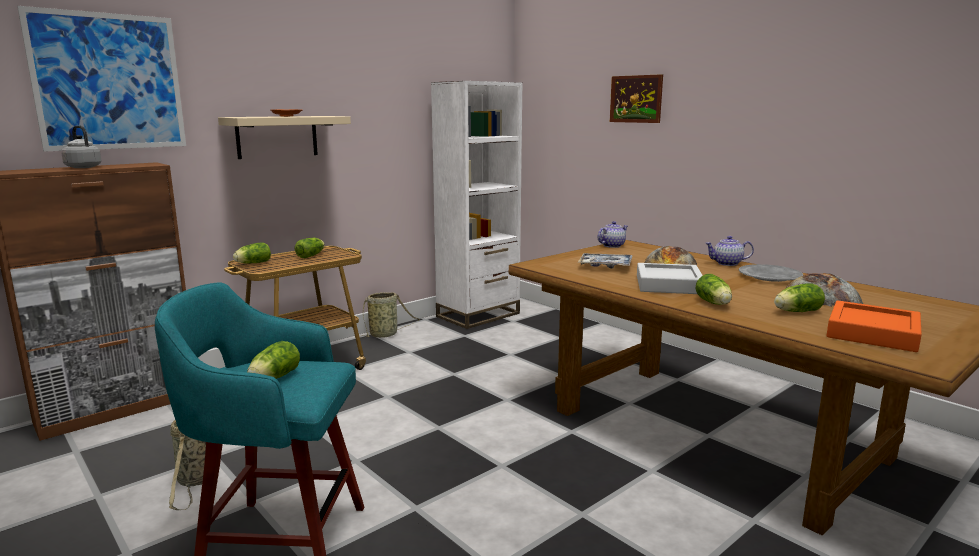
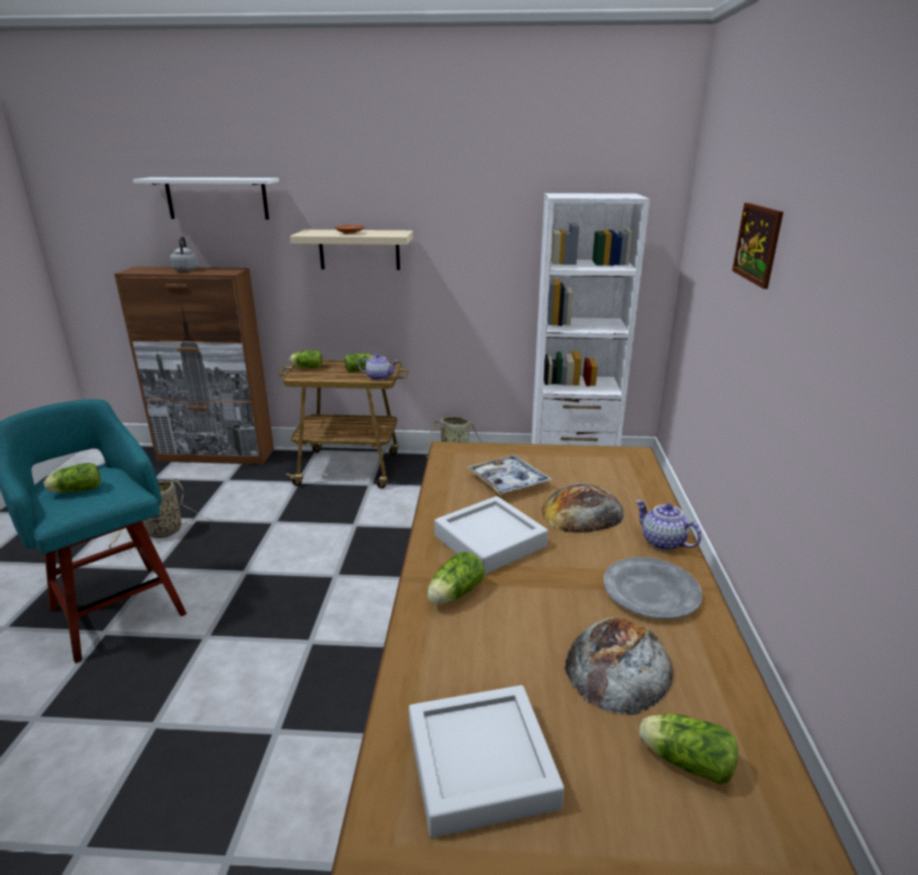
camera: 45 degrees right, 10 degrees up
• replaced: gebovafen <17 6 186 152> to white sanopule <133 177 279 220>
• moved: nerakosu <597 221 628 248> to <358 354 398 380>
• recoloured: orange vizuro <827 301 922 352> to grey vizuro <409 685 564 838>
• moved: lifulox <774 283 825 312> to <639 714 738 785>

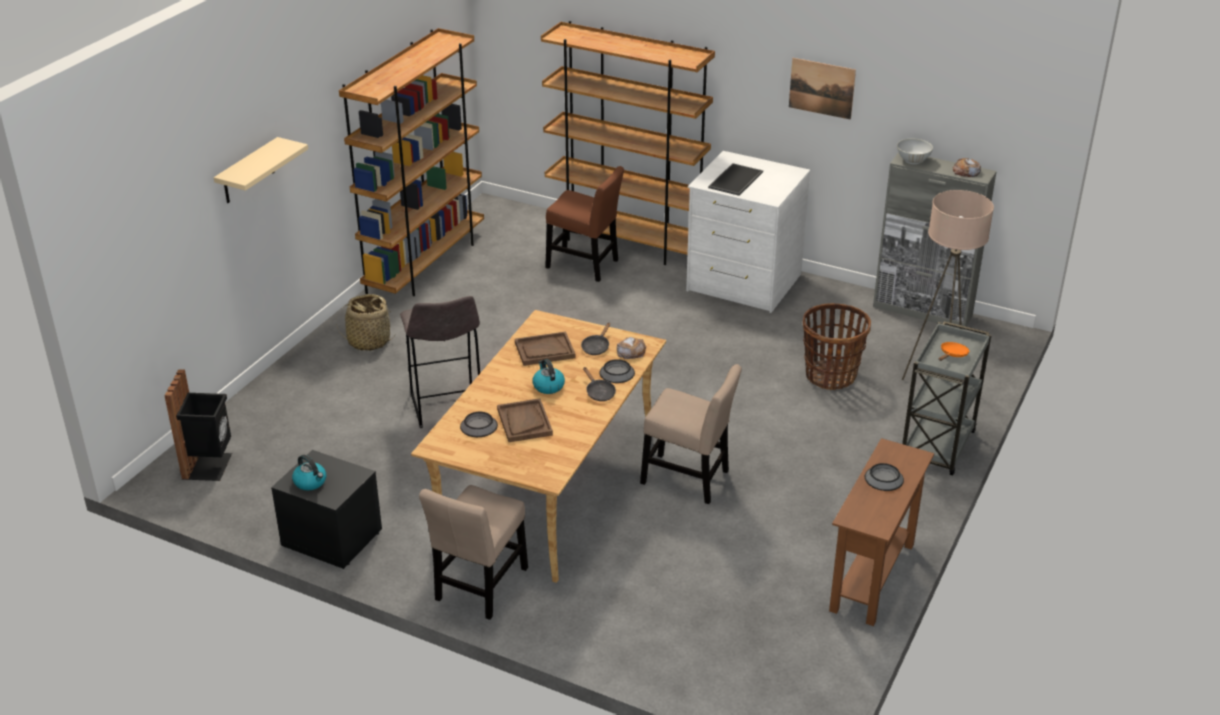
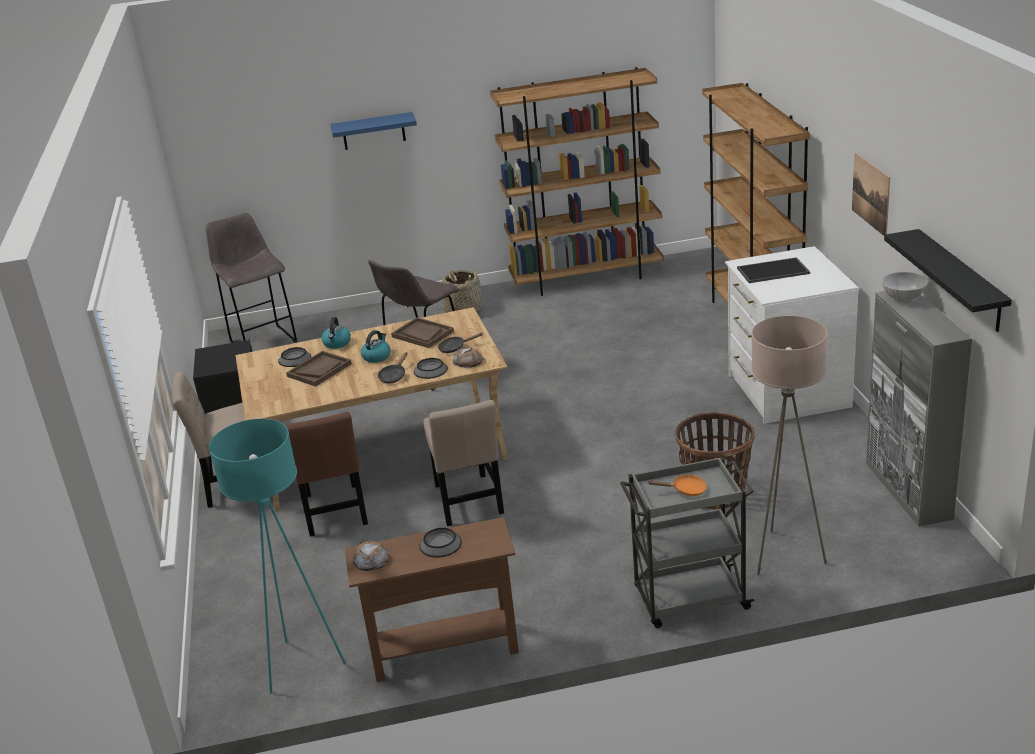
camera: 55 degrees right, 5 degrees down
• replaced: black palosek <164 369 232 481> to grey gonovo <206 213 297 343>
• added: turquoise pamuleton <209 419 346 694>
• moved: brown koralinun <545 166 624 282> to <285 412 368 537>
• moved: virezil <292 455 326 490> to <321 317 351 349>
• recoloured: beige sanopule <214 137 308 203> to blue sanopule <330 112 417 150>
• moved: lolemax <953 158 981 177> to <352 540 389 571>
• added: black sanopule <884 229 1012 332>

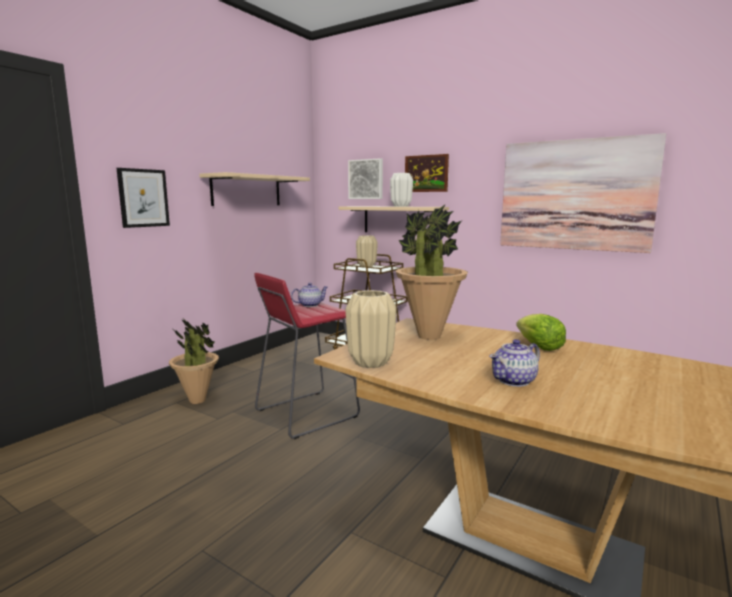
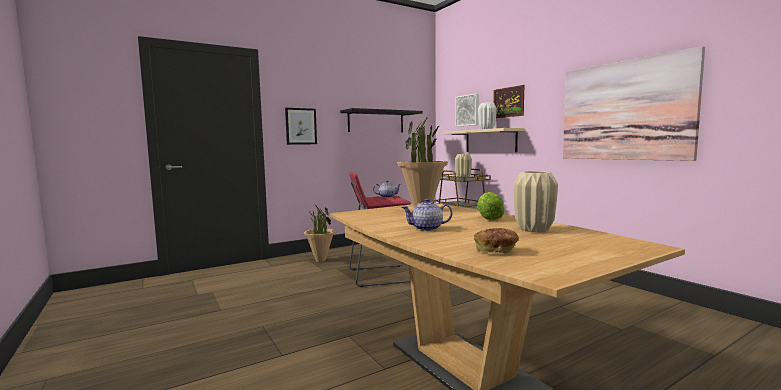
camera: 25 degrees right, 5 degrees down
• recoloured: beige sanopule <199 172 310 206> to black sanopule <340 108 423 132>
• added: lolemax <474 228 519 253>
• moved: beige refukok <345 290 397 368> to <514 171 558 233>

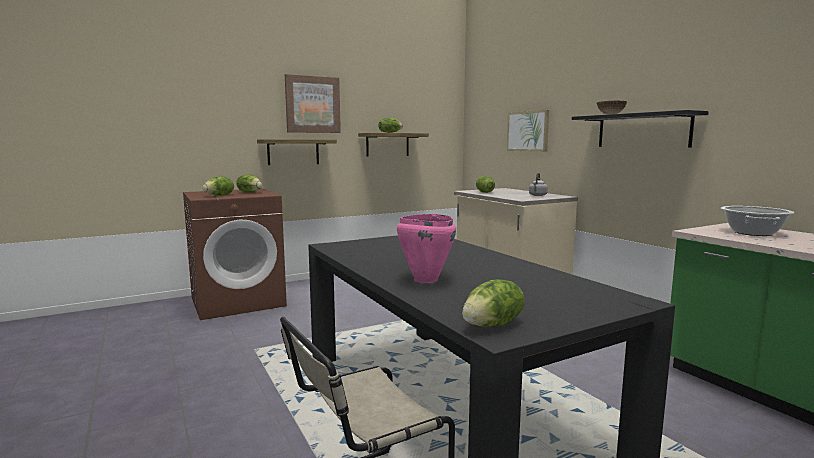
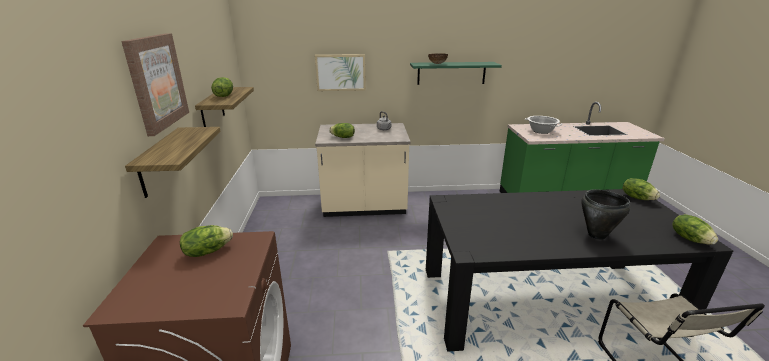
camera: 65 degrees left, 15 degrees up
• recoloured: black sanopule <572 110 709 148> to green sanopule <410 62 502 85>
• recoloured: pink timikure <397 214 456 283> to black timikure <581 189 631 240>
• moved: lifulox <202 176 234 196> to <623 178 660 200>

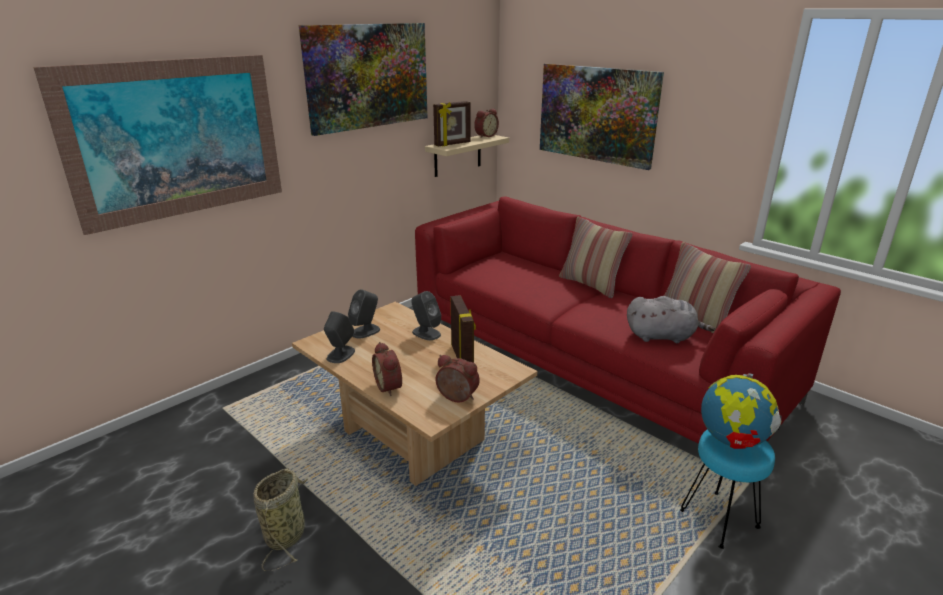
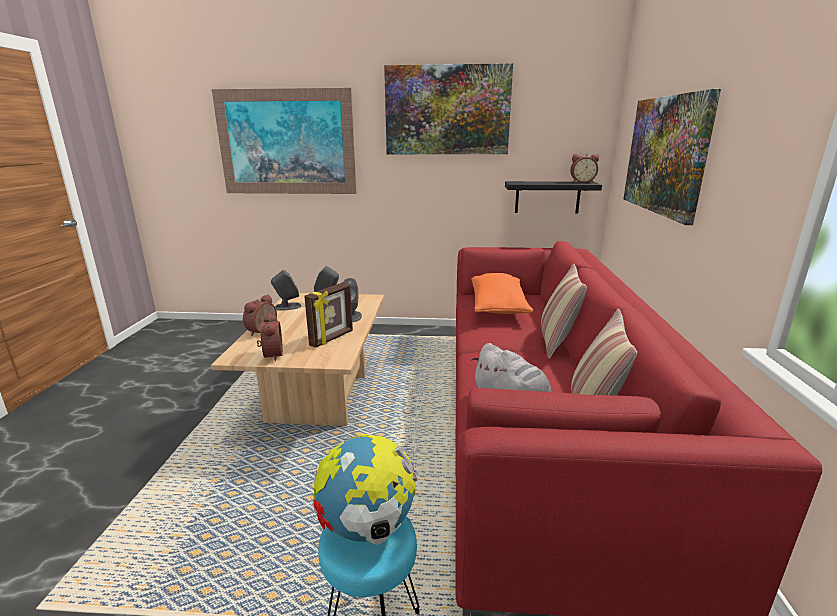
camera: 50 degrees right, 5 degrees down
• added: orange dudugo <472 273 533 314>
• recoloured: beige sanopule <425 135 509 177> to black sanopule <505 181 602 214>
• removed: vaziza <253 468 308 571>
• removed: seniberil <433 101 470 146>

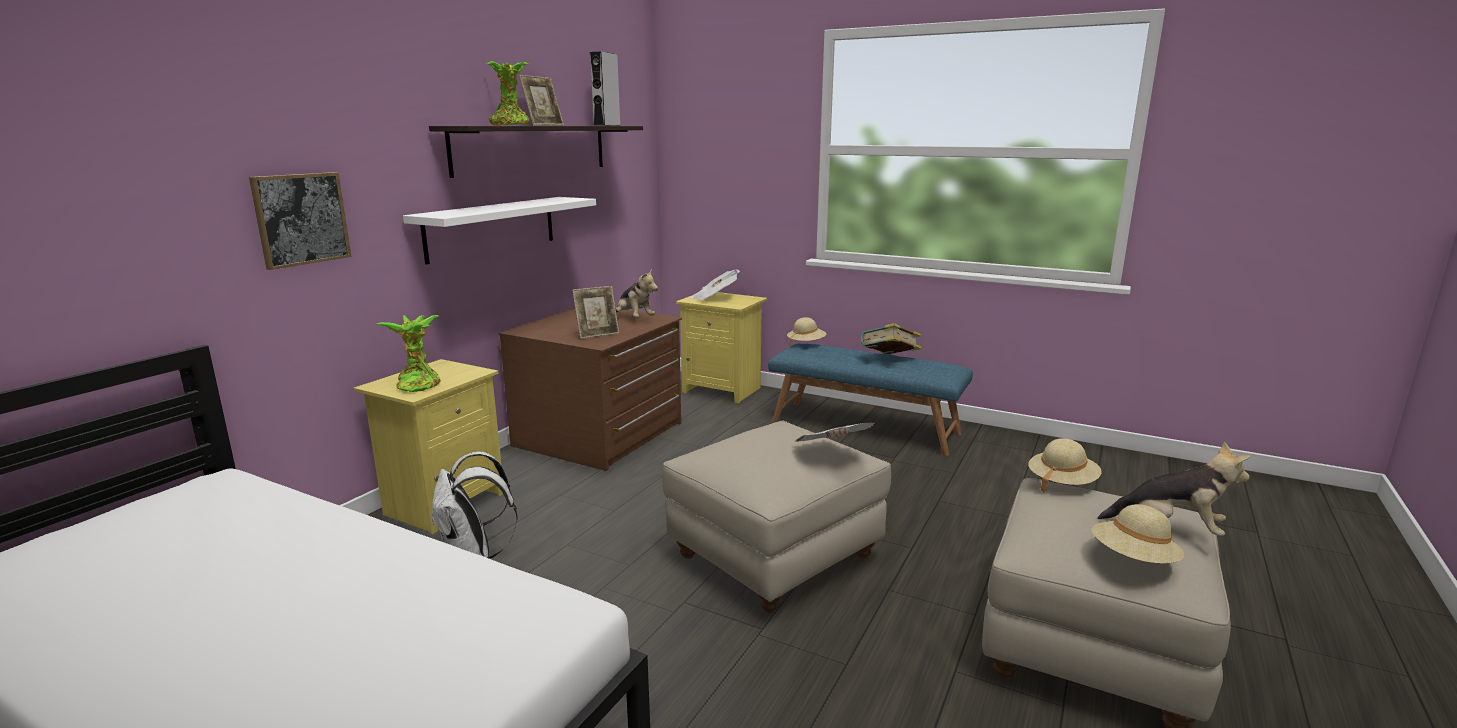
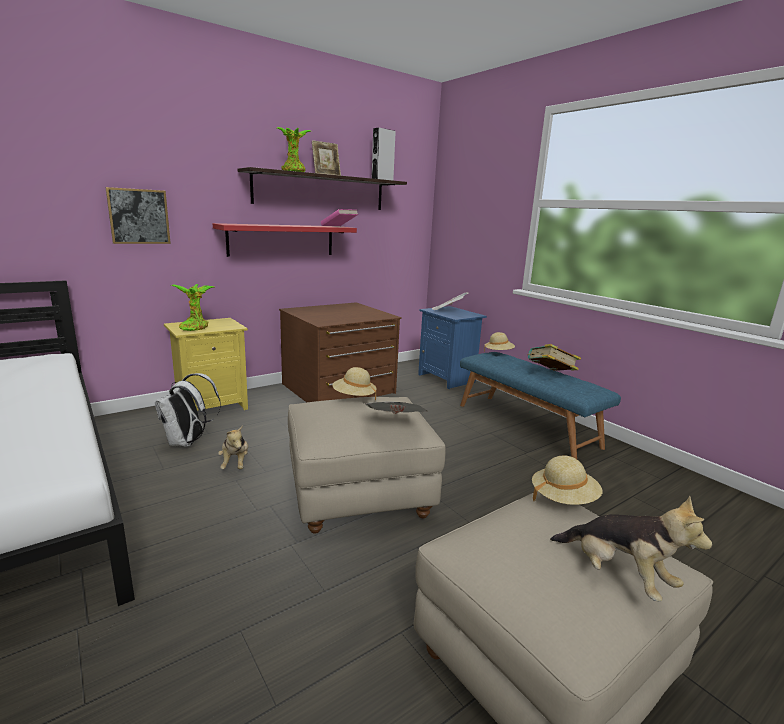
camera: 25 degrees right, 0 degrees up
• recoloured: white sanopule <403 197 596 265> to red sanopule <213 223 357 257>
• moved: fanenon <615 269 658 317> to <218 425 248 469>
• added: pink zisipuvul <321 209 359 226>
• moved: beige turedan <1092 504 1185 564> to <333 367 377 400>
• recoloured: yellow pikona <676 292 767 403> to blue pikona <418 306 487 389>
• removed: seniberil <572 286 619 339>

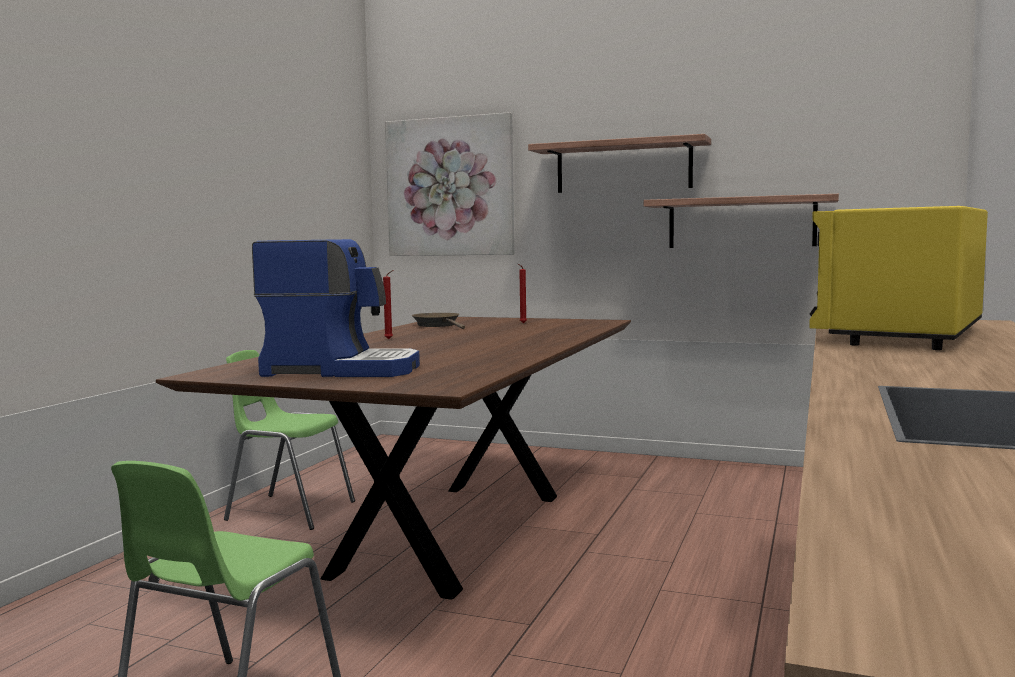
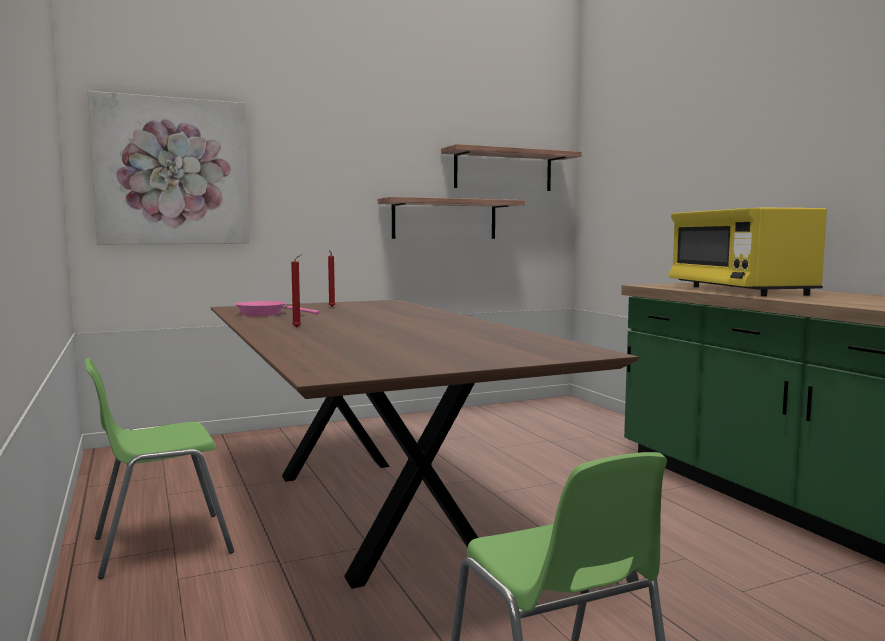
camera: 45 degrees left, 0 degrees up
• recoloured: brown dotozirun <412 313 465 329> to pink dotozirun <235 301 319 316>
• moved: sanopule <528 134 711 193> to <441 144 582 191>
• removed: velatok <252 239 420 377>

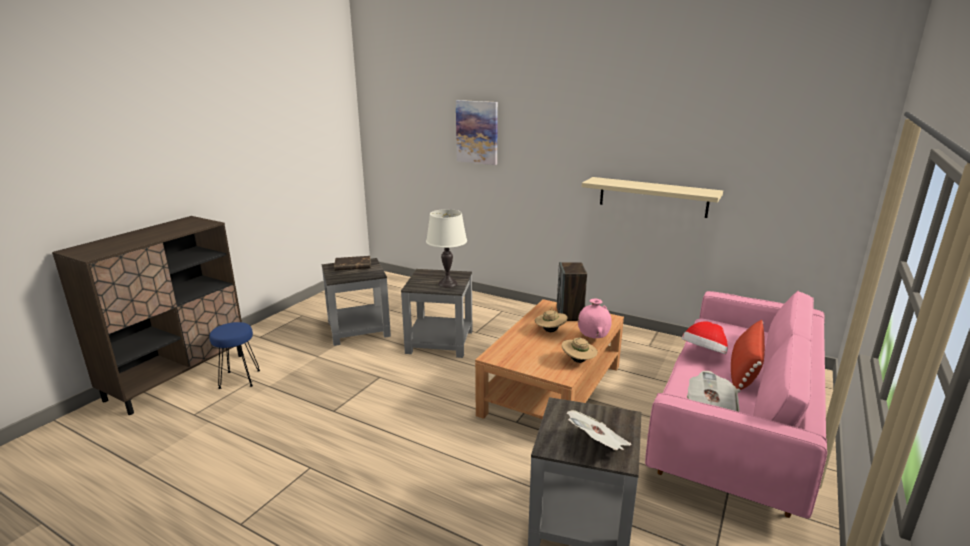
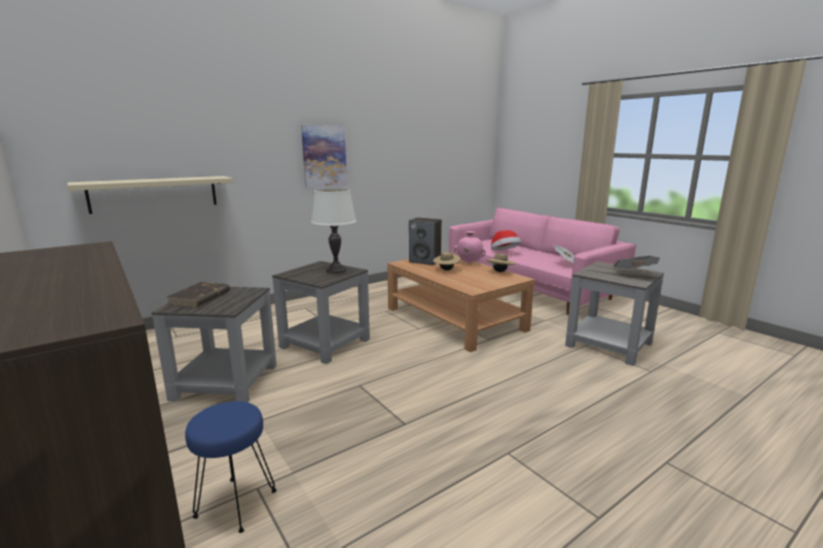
camera: 65 degrees left, 5 degrees down
• moved: beige sanopule <582 177 723 218> to <67 176 233 214>
• moved: gebovafen <456 100 498 165> to <301 125 347 188>
• removed: red dudugo <731 320 765 393>

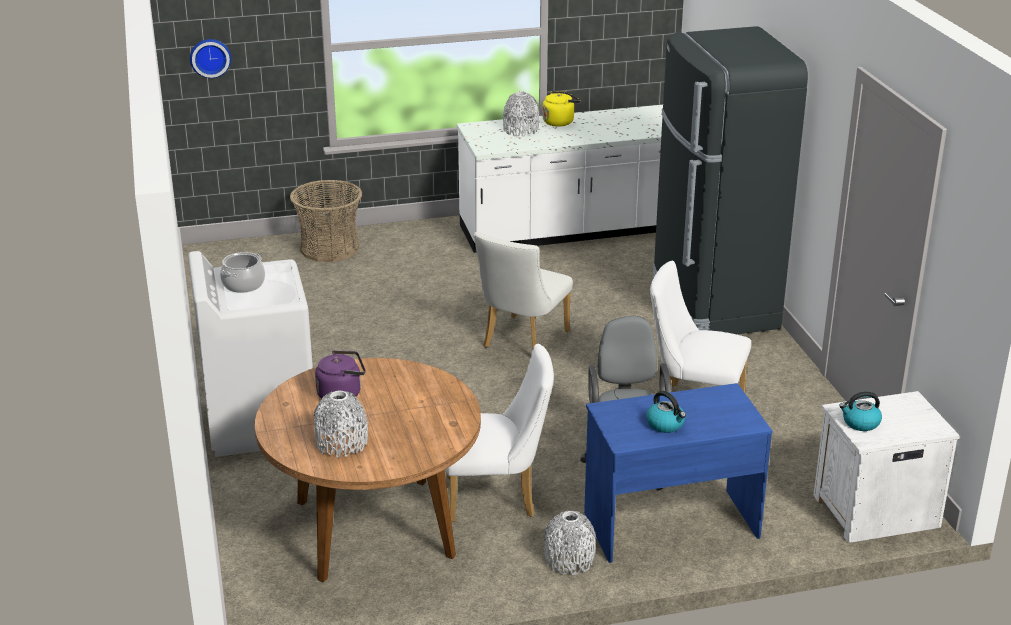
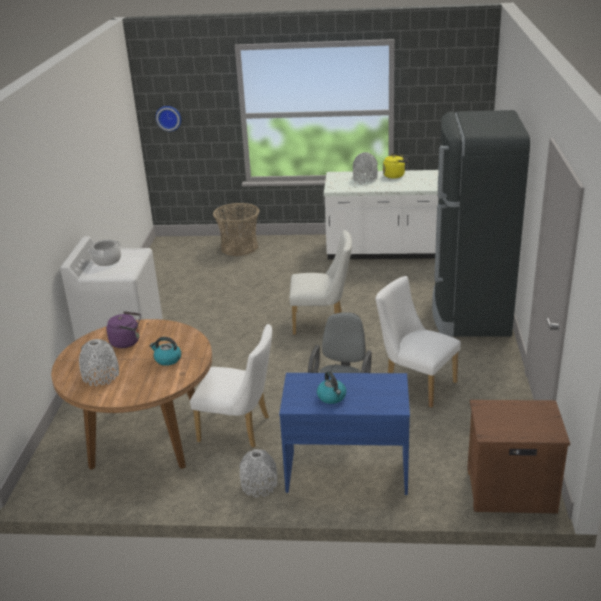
camera: 20 degrees right, 0 degrees up
• moved: virezil <839 391 882 431> to <149 337 181 366>
• turned: white koralinun <474 232 573 348> = <289 230 352 335> 135 degrees counterclockwise
• recoloured: white pikona <813 391 960 543> to brown pikona <467 400 570 513>

